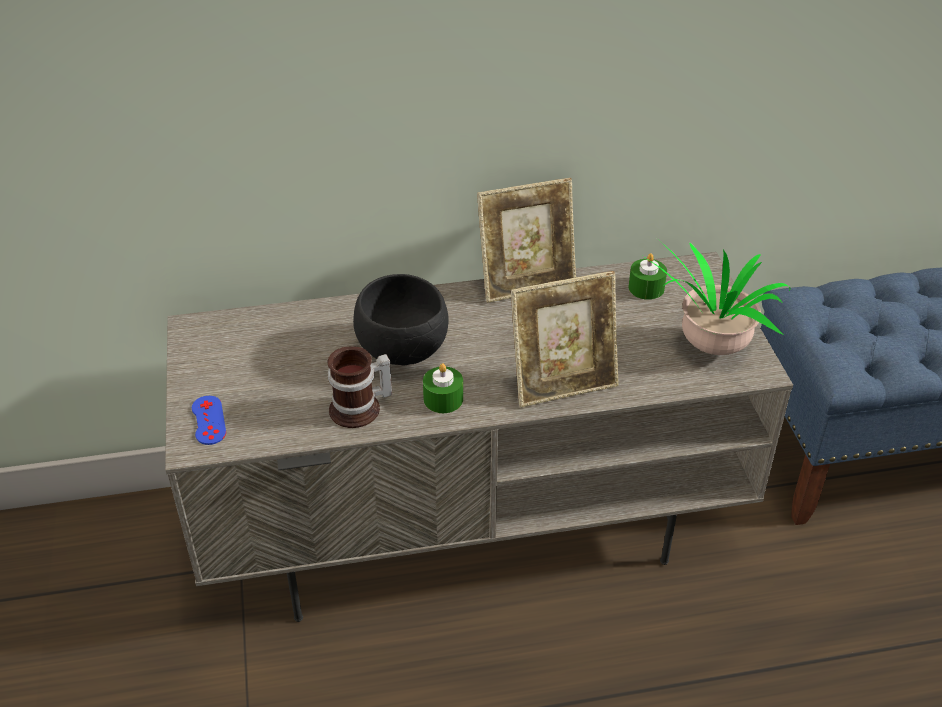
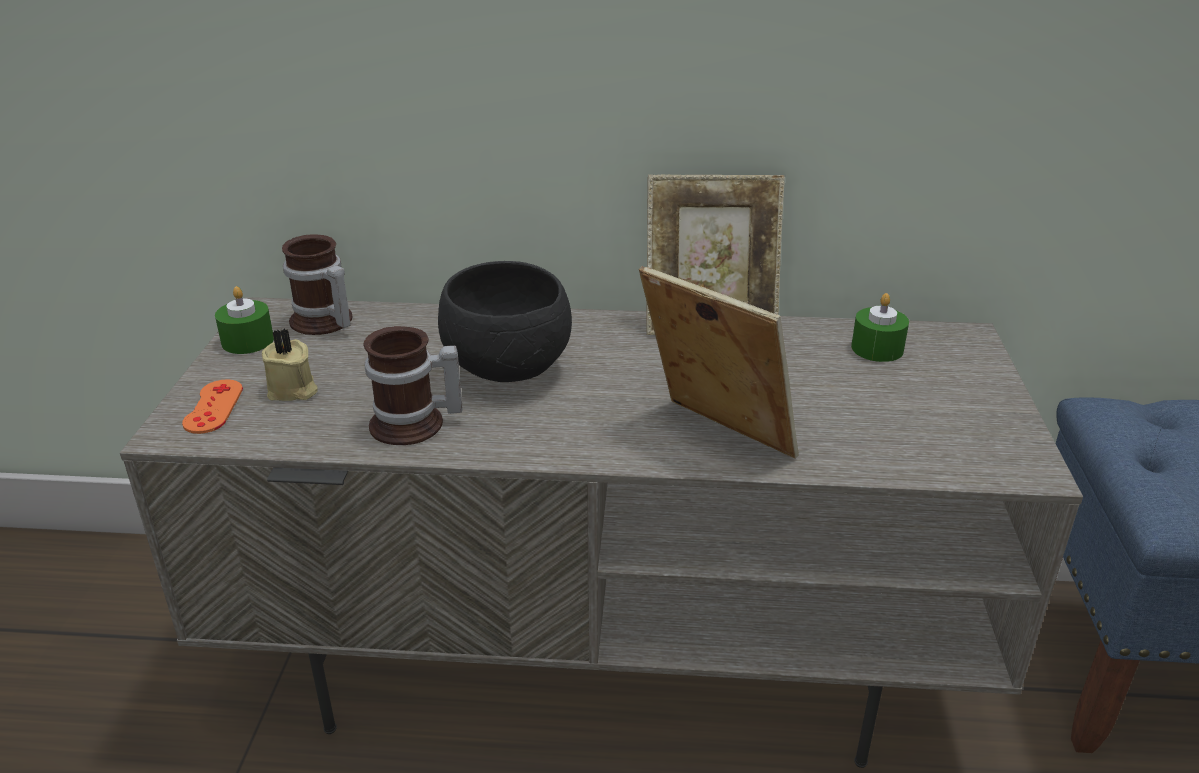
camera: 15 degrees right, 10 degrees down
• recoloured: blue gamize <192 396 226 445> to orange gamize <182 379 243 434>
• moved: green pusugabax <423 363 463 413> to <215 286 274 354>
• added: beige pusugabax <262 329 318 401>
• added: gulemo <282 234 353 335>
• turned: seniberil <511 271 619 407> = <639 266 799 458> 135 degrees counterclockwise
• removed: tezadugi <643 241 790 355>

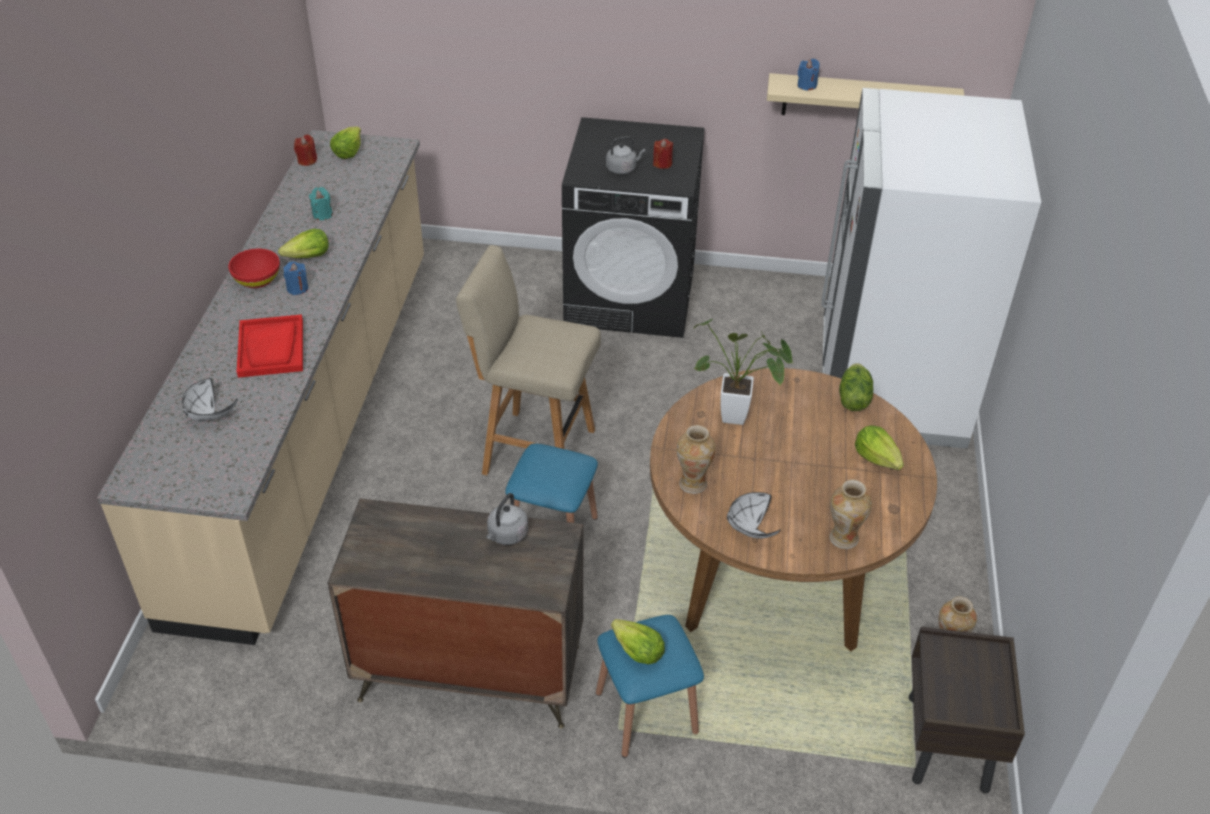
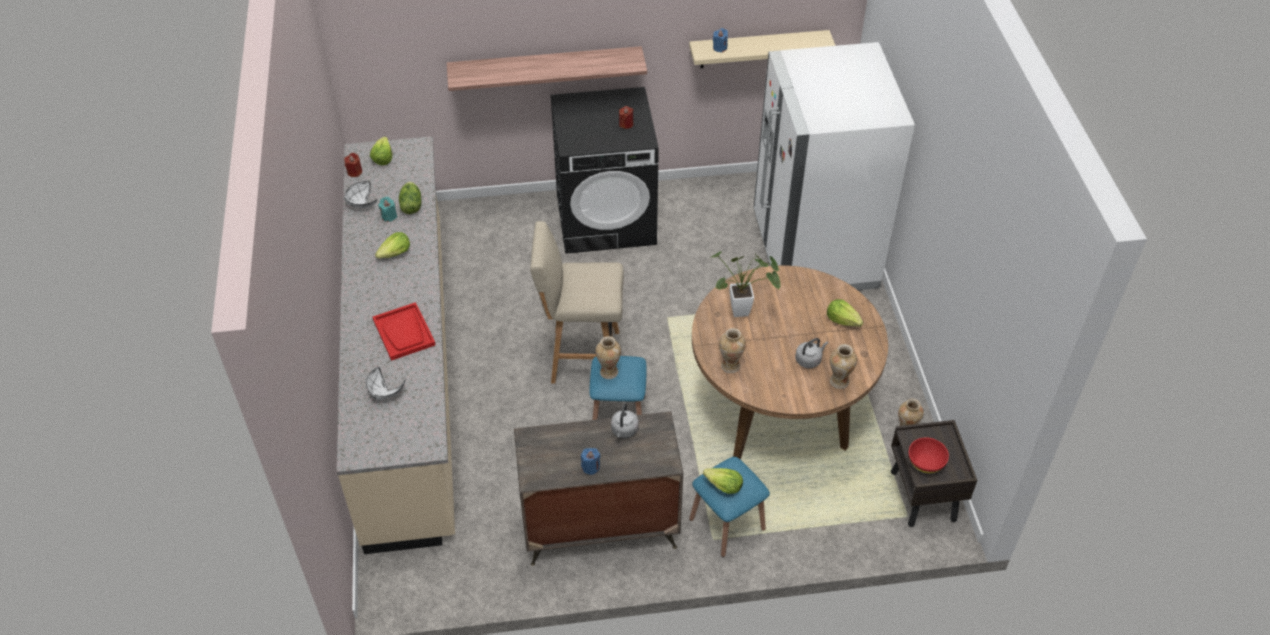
camera: 15 degrees left, 5 degrees up
• moved: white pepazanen <727 492 780 539> to <344 181 377 208>
• moved: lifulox <839 363 873 411> to <399 181 421 214>
• added: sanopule <447 46 647 91>
• moved: blue pusugabax <283 261 308 295> to <581 448 600 475>
• added: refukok <596 336 621 379>
• moved: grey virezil <606 136 646 174> to <795 338 828 368>
• moved: red pepazanen <228 249 280 288> to <909 437 949 473>

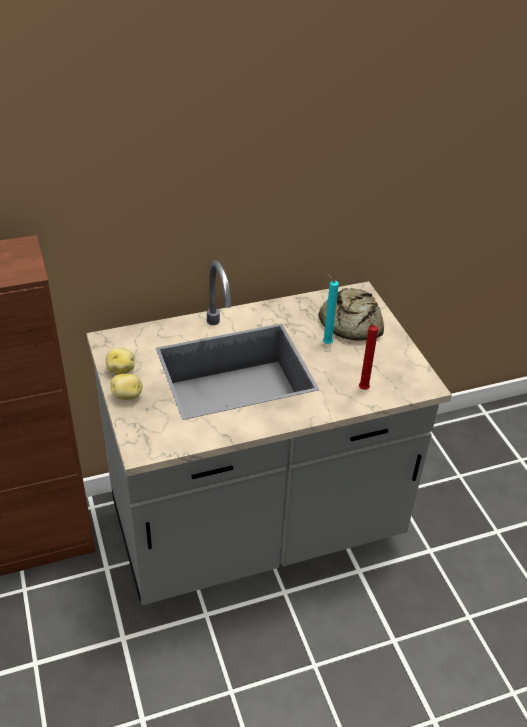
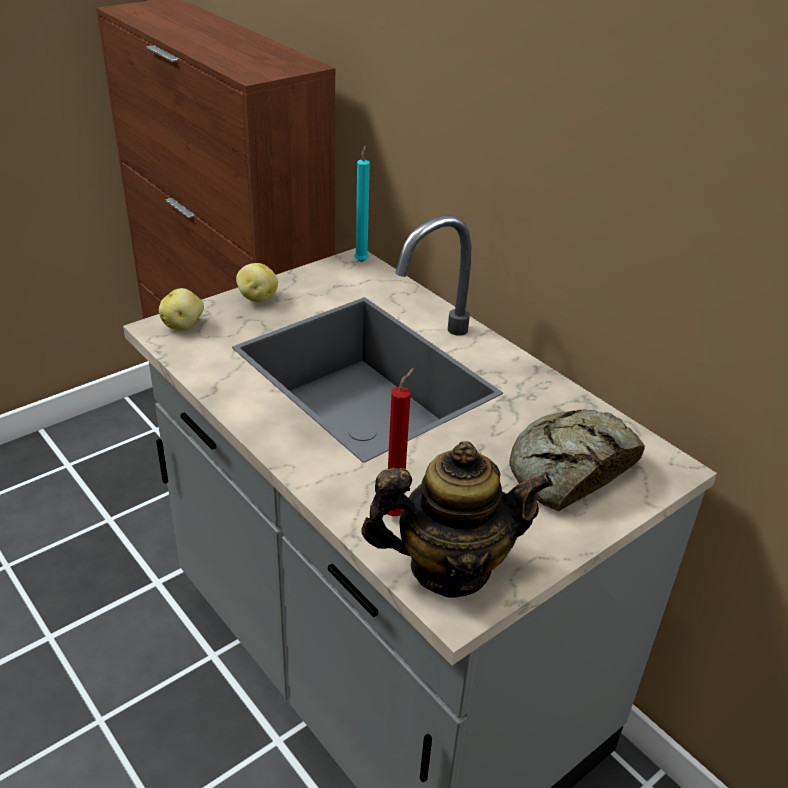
camera: 70 degrees right, 5 degrees down
• moved: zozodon <106 348 135 375> to <159 288 204 330>
• moved: turquoise pusugabax <323 273 339 344> to <354 145 370 262>
• added: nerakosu <361 441 553 598>

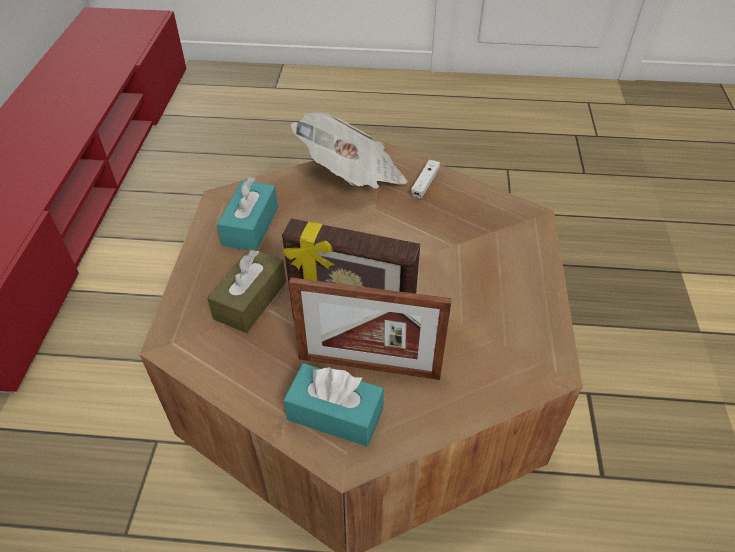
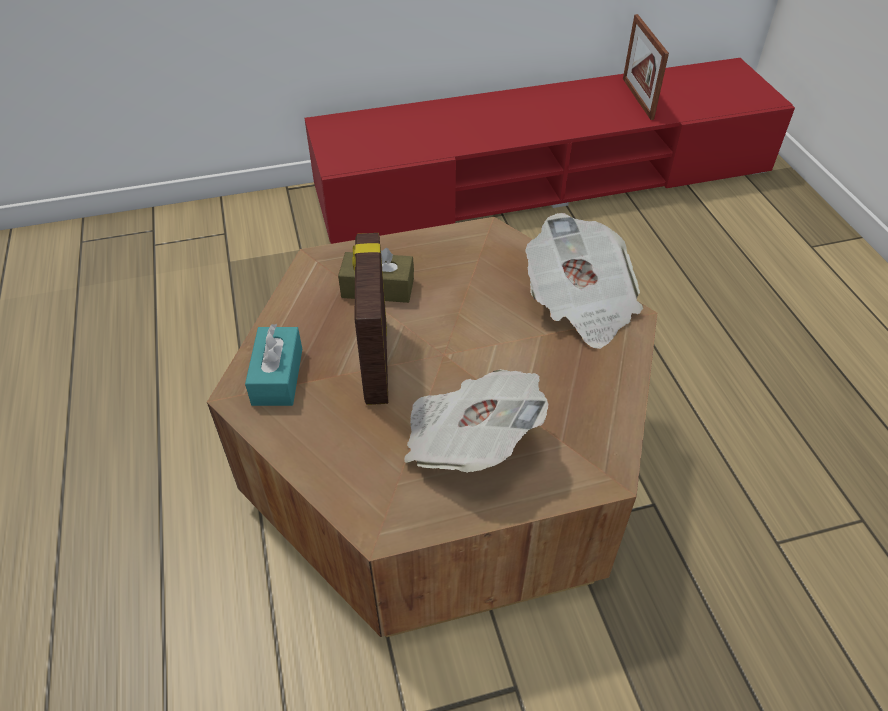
camera: 70 degrees right, 0 degrees up
• added: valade <404 369 548 473>
• moved: seniberil <289 277 452 380> to <623 14 669 120>
• removed: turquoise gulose <217 177 278 250>
• removed: white gamize <411 160 440 199>

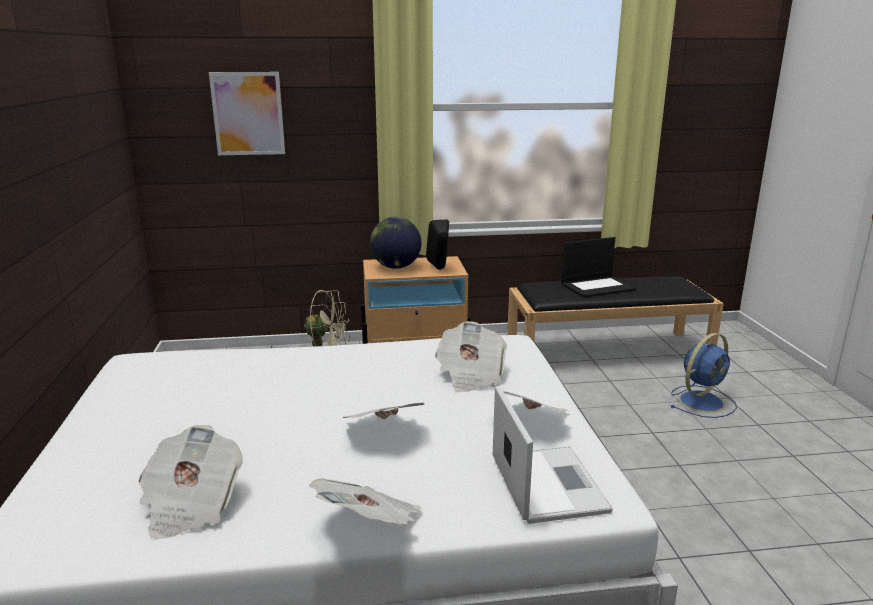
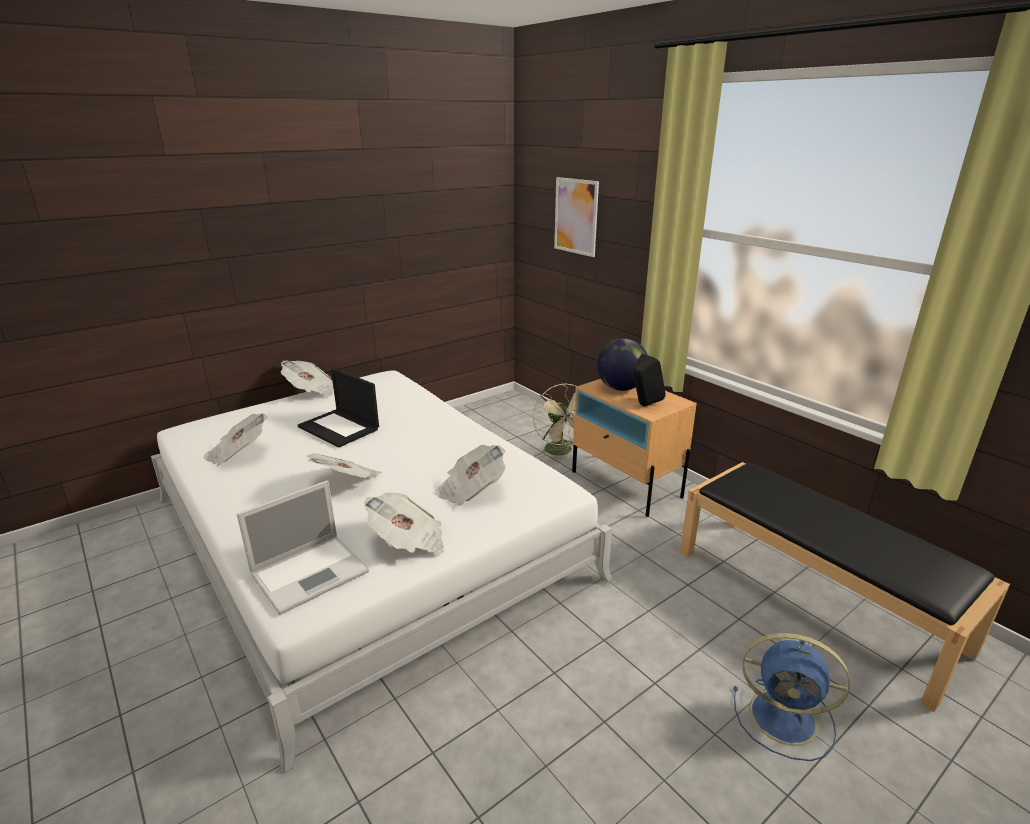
camera: 60 degrees right, 5 degrees up
• moved: valade <309 478 422 526> to <281 360 333 396>
• moved: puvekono <561 237 636 298> to <298 368 379 447>

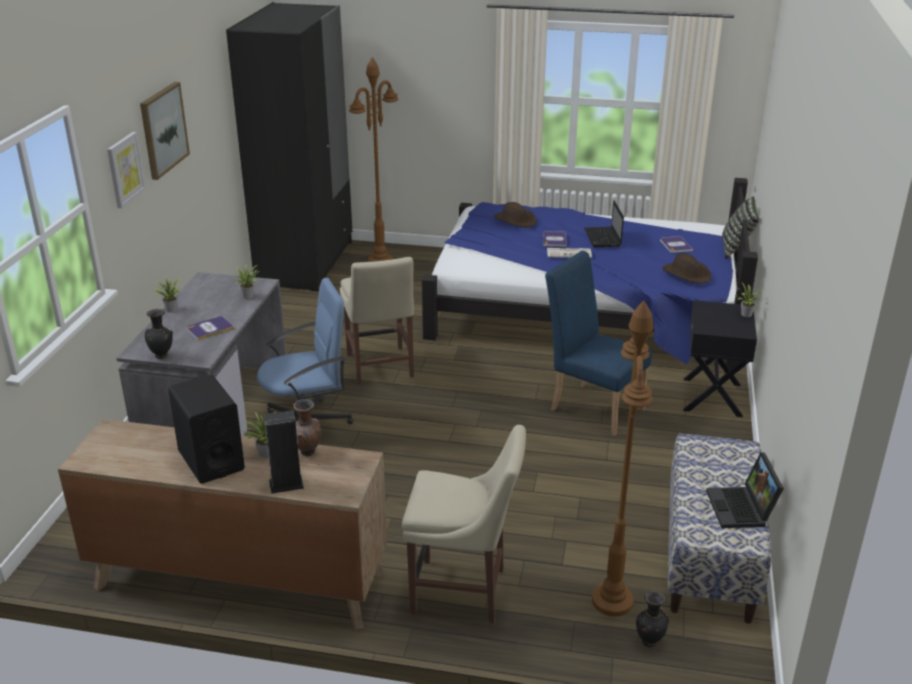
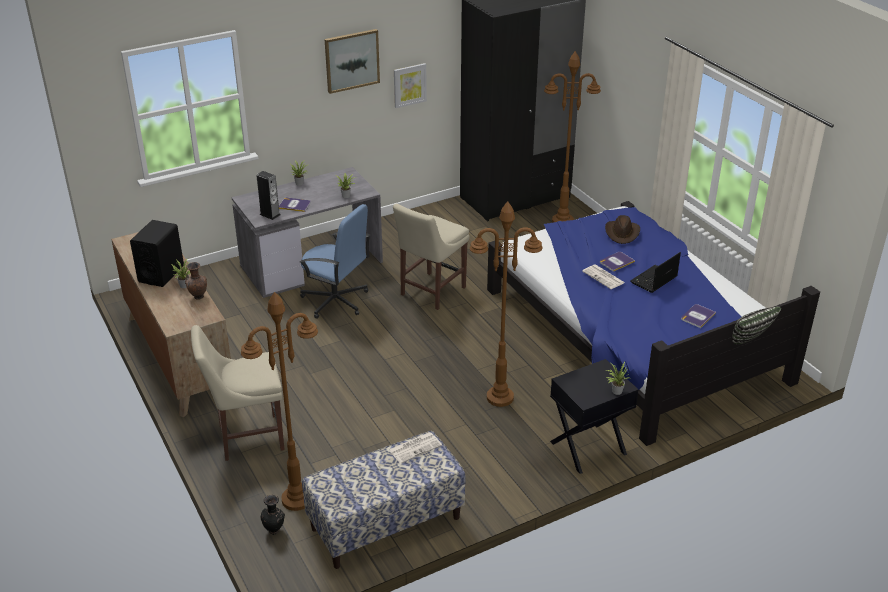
camera: 50 degrees right, 5 degrees up
• turned: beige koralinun <402 425 526 624> = <191 325 285 461> 105 degrees clockwise
• moved: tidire <264 410 304 494> to <257 171 281 220>
• added: valade <389 432 442 464>
• moved: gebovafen <107 132 146 208> to <394 63 427 108>
• replaced: blue koralinun <545 251 652 436> to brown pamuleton <470 202 542 407>
• removed: black refukok <145 309 173 359>
• removed: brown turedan <662 253 711 284>
• removed: puvekono <706 452 784 528>

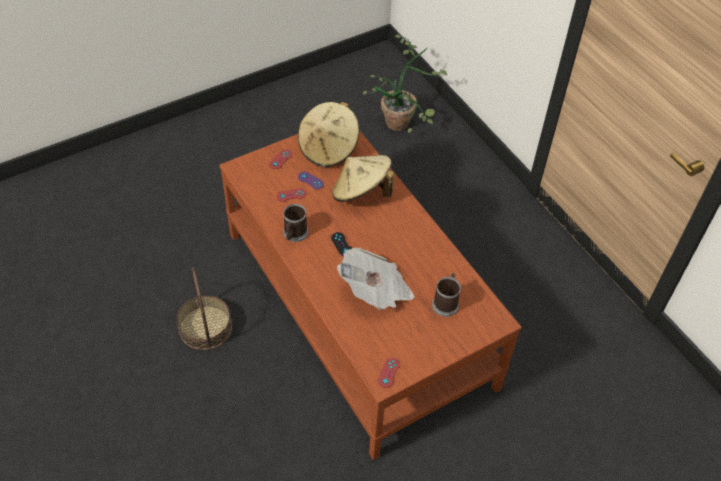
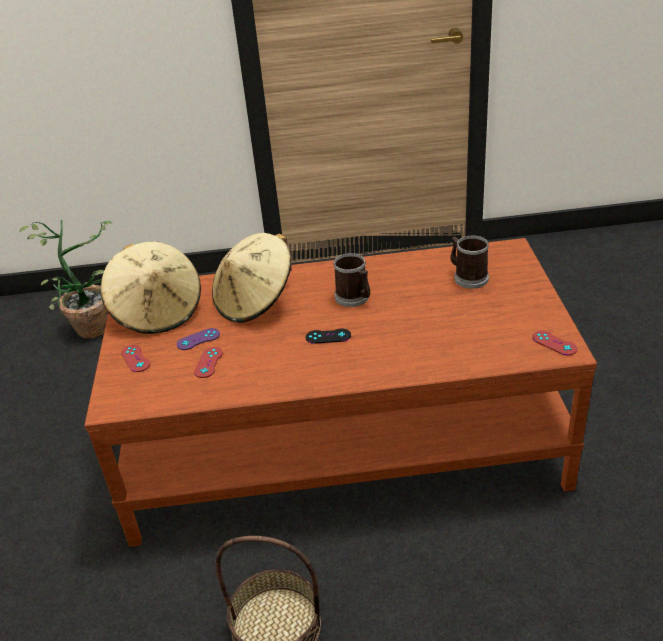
camera: 60 degrees left, 15 degrees down
• moved: gulemo <283 204 308 242> to <333 253 370 307>
• removed: valade <337 247 415 310>

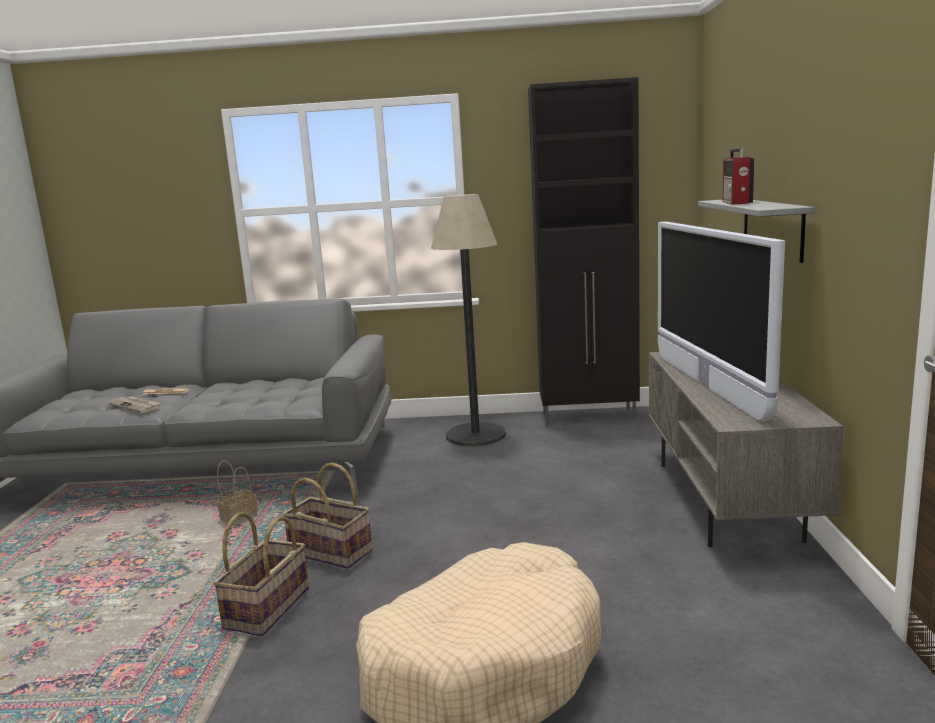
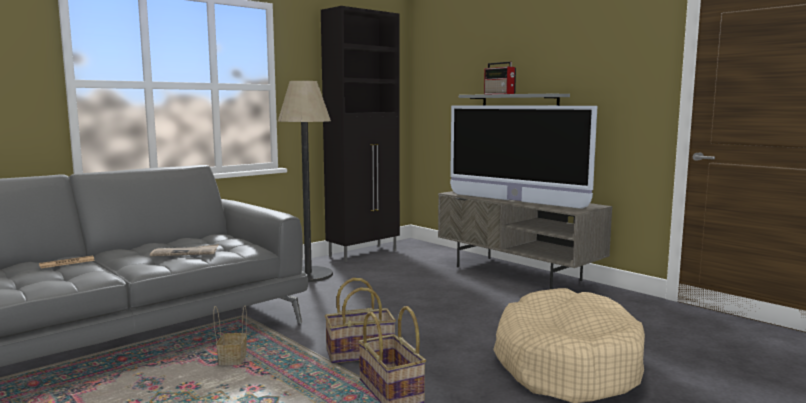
camera: 45 degrees left, 5 degrees down
• moved: valade <108 396 161 413> to <150 244 219 256>

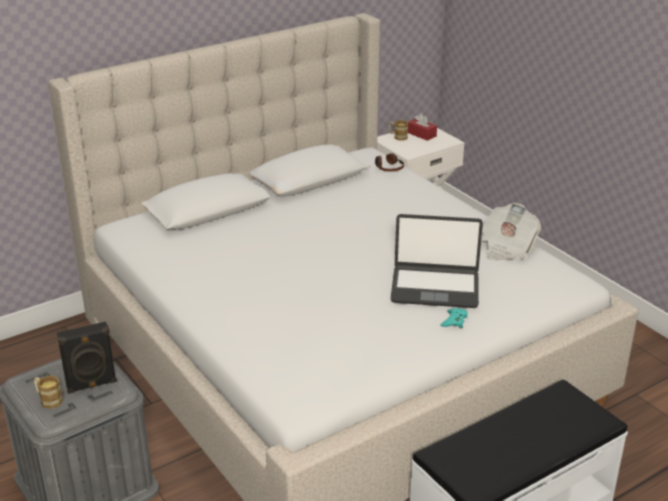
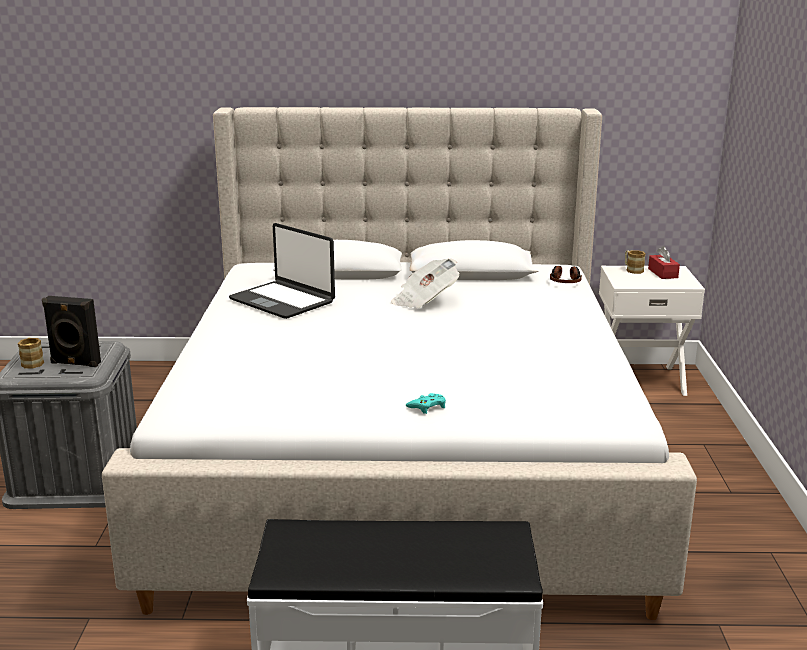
camera: 35 degrees right, 10 degrees down
• moved: puvekono <390 214 483 308> to <229 223 335 319>
• moved: valade <482 203 541 260> to <391 259 459 308>

